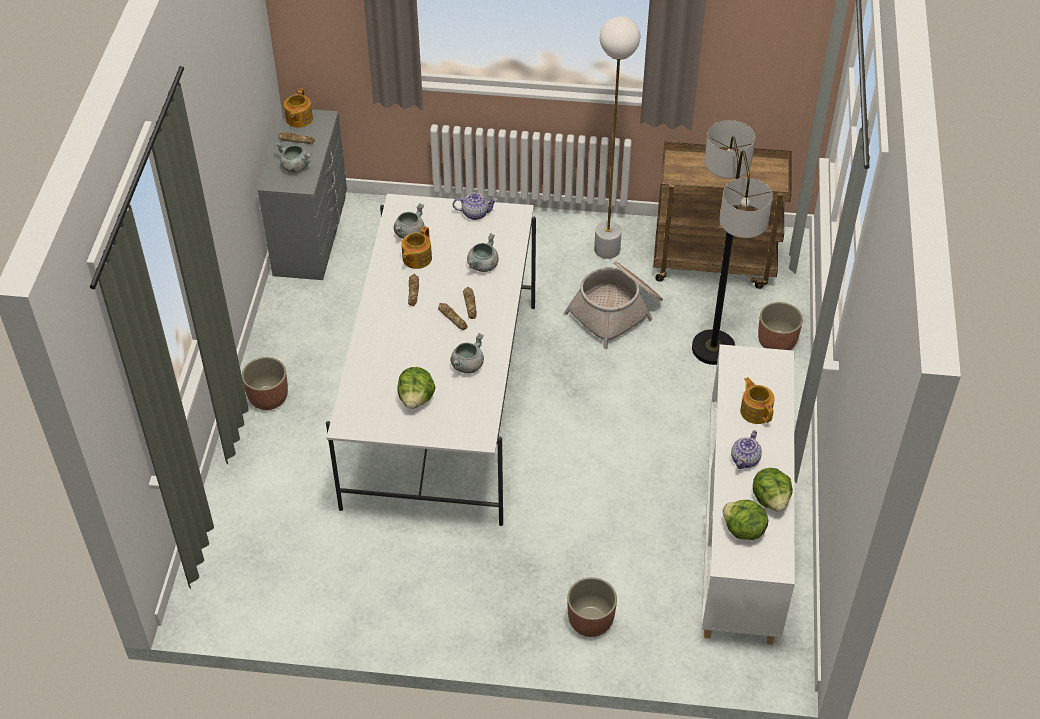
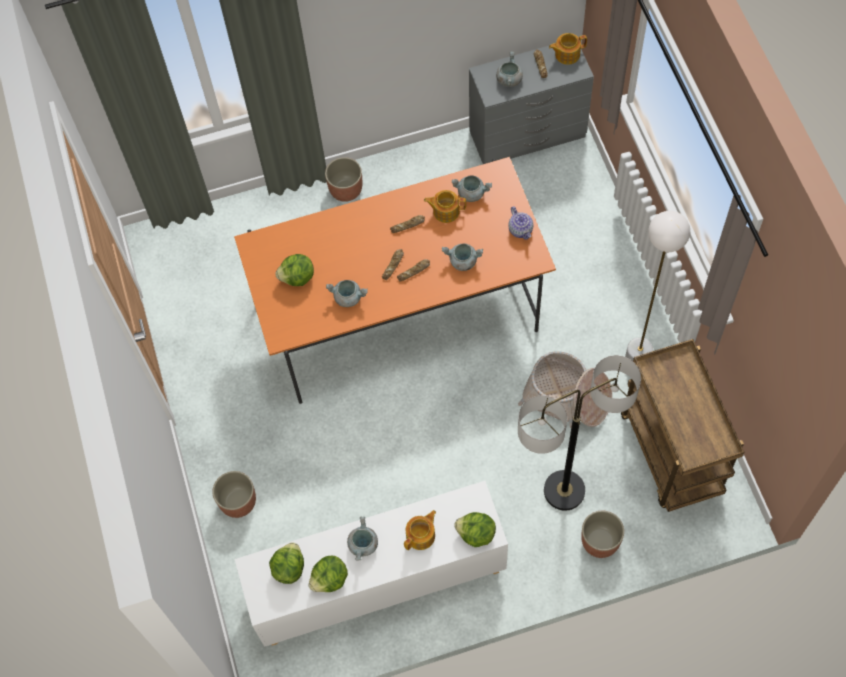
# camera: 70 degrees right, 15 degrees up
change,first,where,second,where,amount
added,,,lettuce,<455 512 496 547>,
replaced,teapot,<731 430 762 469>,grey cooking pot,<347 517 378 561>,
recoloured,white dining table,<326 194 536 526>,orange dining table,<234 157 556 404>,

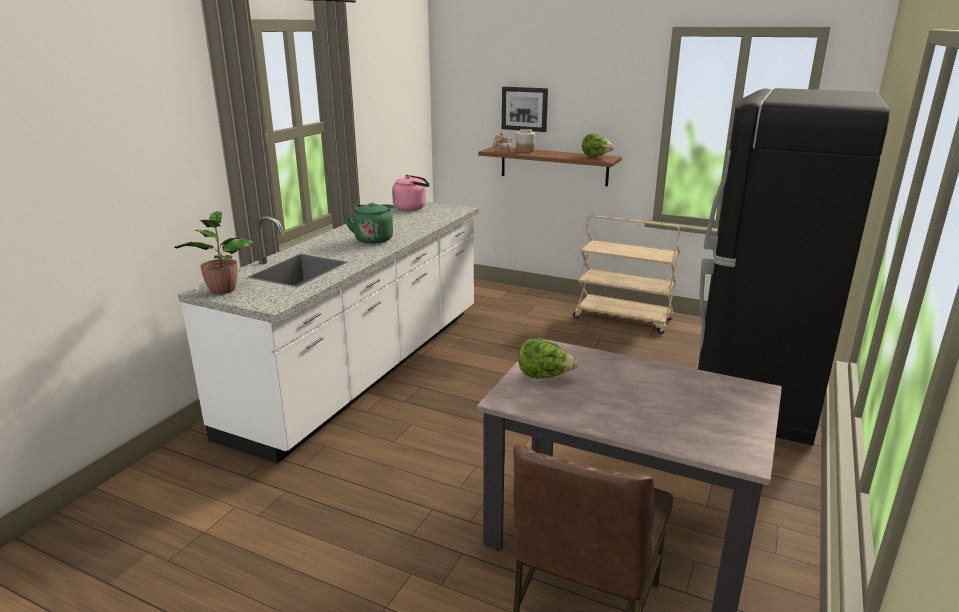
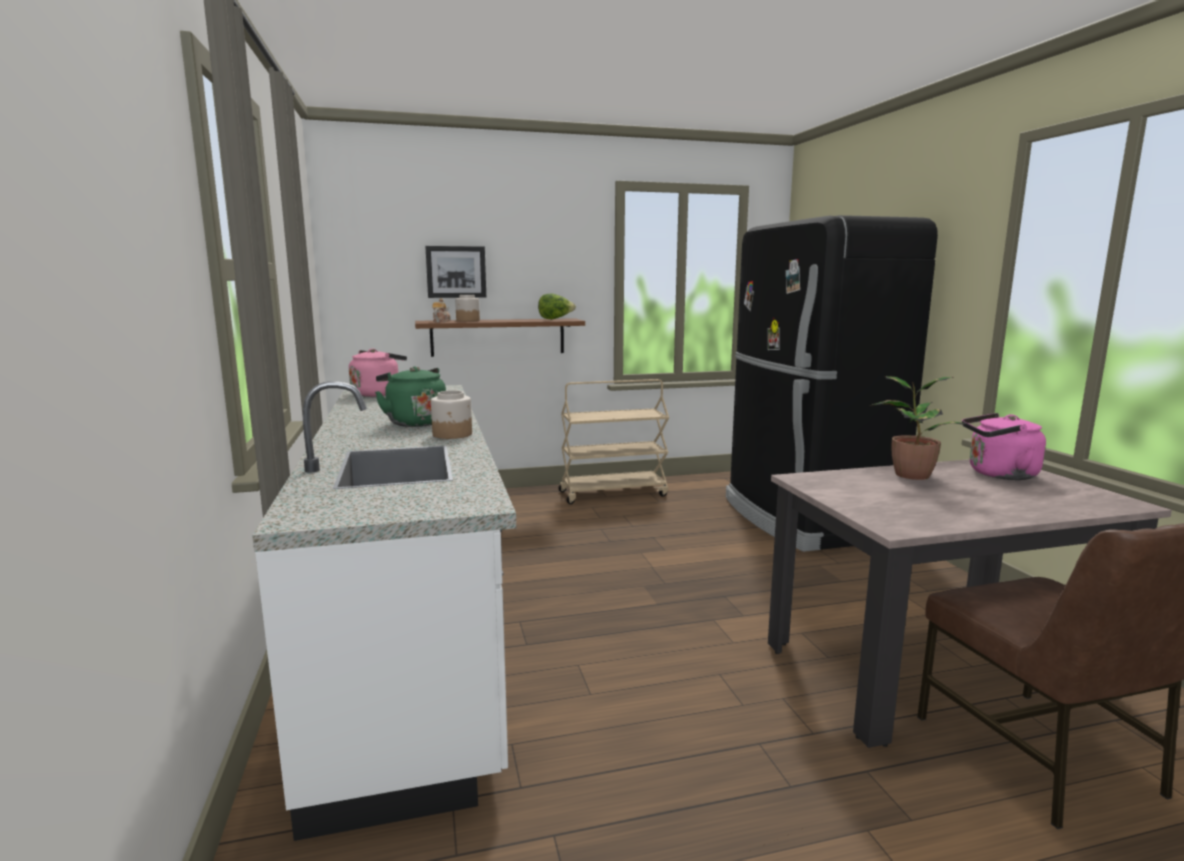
# camera: 40 degrees left, 10 degrees down
change,first,where,second,where,amount
removed,lettuce,<518 338 578 379>,,,
added,,,jar,<431 390 472 439>,
added,,,pink kettle,<962 413 1046 480>,
moved,potted plant,<175 211 254 294>,,<870 376 968 480>,

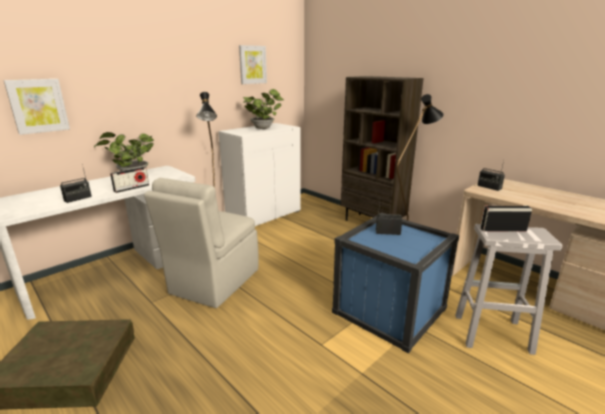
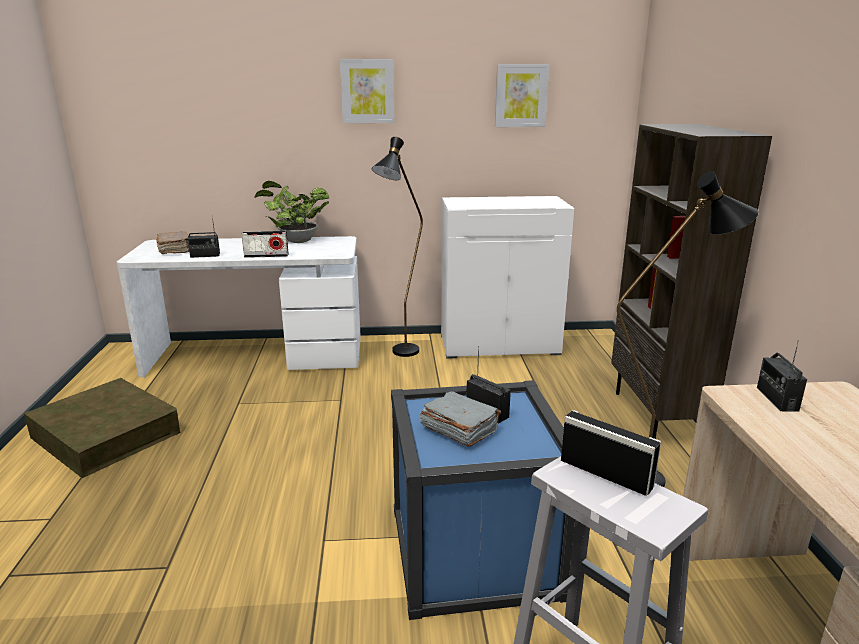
# camera: 40 degrees right, 0 degrees up
change,first,where,second,where,amount
removed,beige chair,<144 178 259 308>,,,
removed,potted plant,<243 89 284 129>,,,
added,,,brown book,<156 231 189 254>,
added,,,grey book,<420 391 501 447>,
moved,picture,<4 79 70 135>,,<340 59 395 123>,

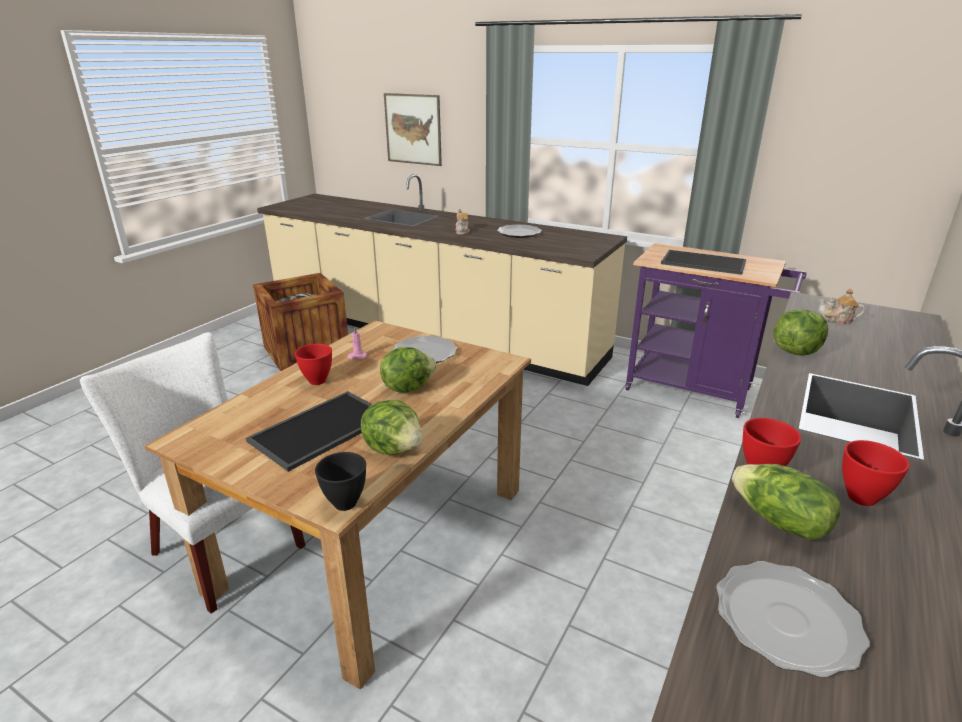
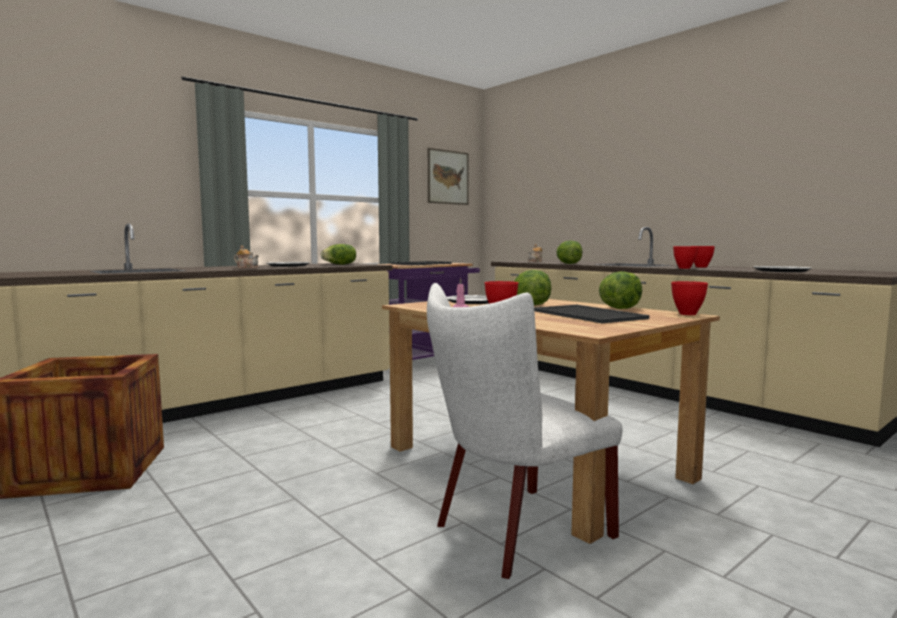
# camera: 70 degrees left, 20 degrees down
change,first,where,second,where,amount
moved,picture,<384 93 442 166>,,<428 148 468 205>,
moved,lettuce,<732 464 840 540>,,<321 244 356 265>,
recoloured,black bowl,<315 452 366 511>,red bowl,<671 281 708 315>,

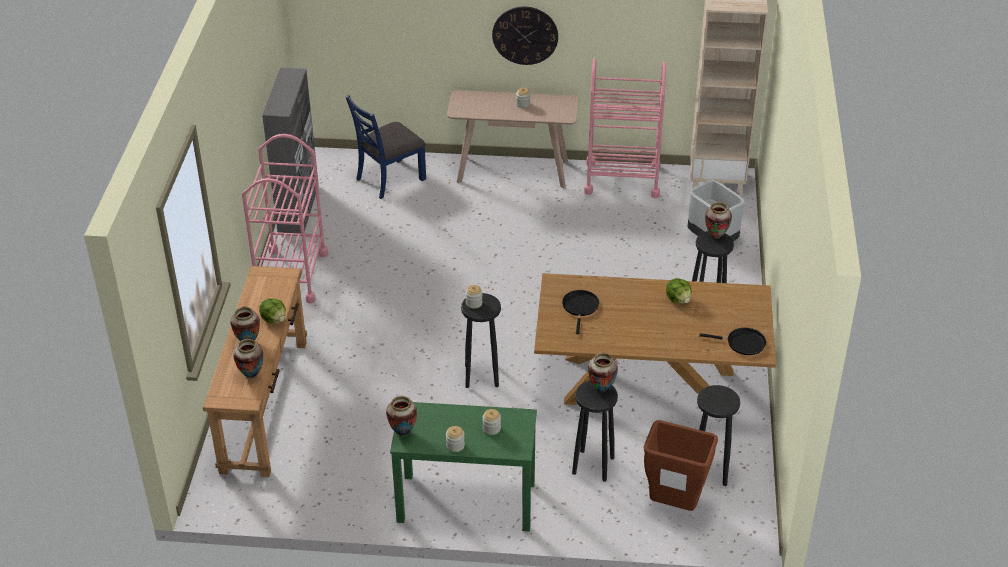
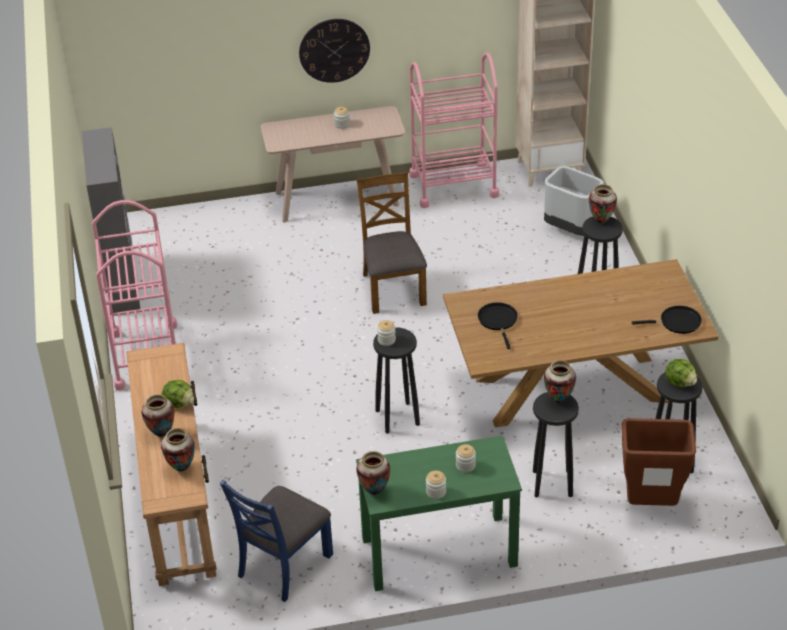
# camera: 15 degrees left, 0 degrees up
change,first,where,second,where,amount
added,,,brown chair,<357 171 427 314>,
moved,blue chair,<346 95 426 199>,,<220 479 333 602>,
moved,lettuce,<666 278 692 304>,,<665 359 697 387>,

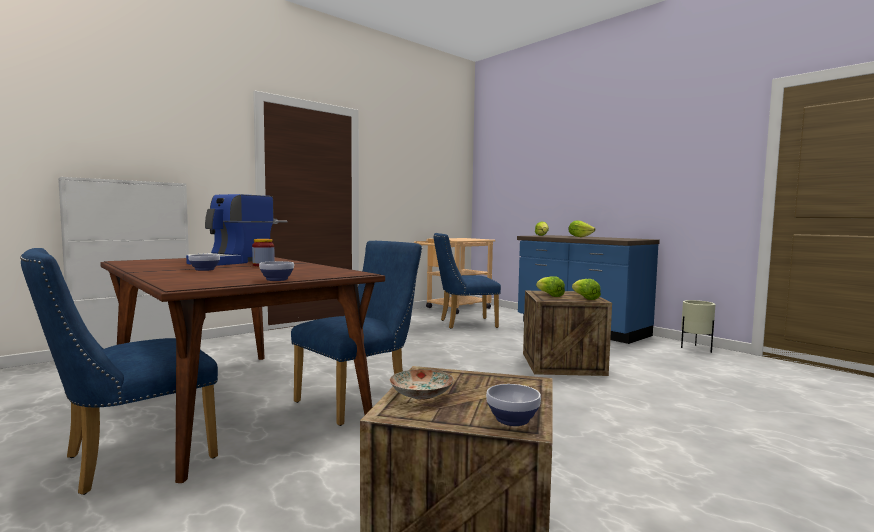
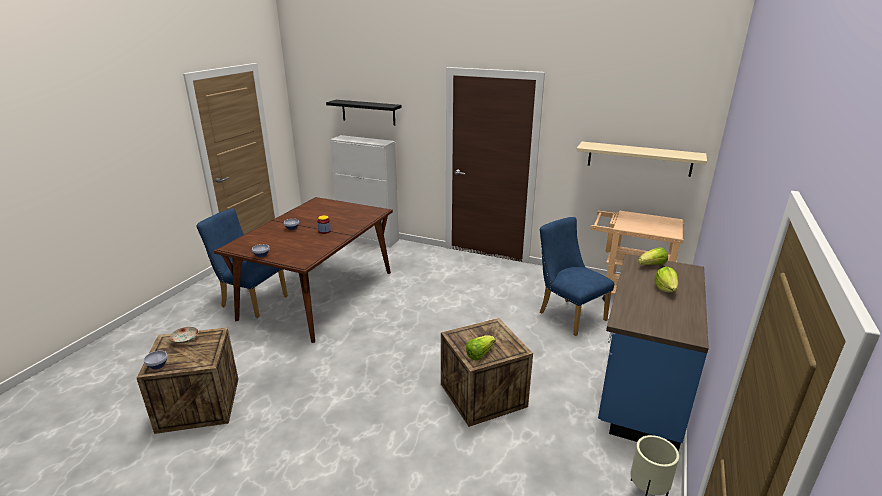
# camera: 65 degrees right, 20 degrees up
change,first,where,second,where,amount
removed,coffee machine,<186 194 274 266>,,,
removed,blue chair,<291 241 422 426>,,,
removed,lettuce,<536 276 565 297>,,,
added,,,black shelf,<326 100 402 125>,
added,,,beige shelf,<576 142 707 177>,

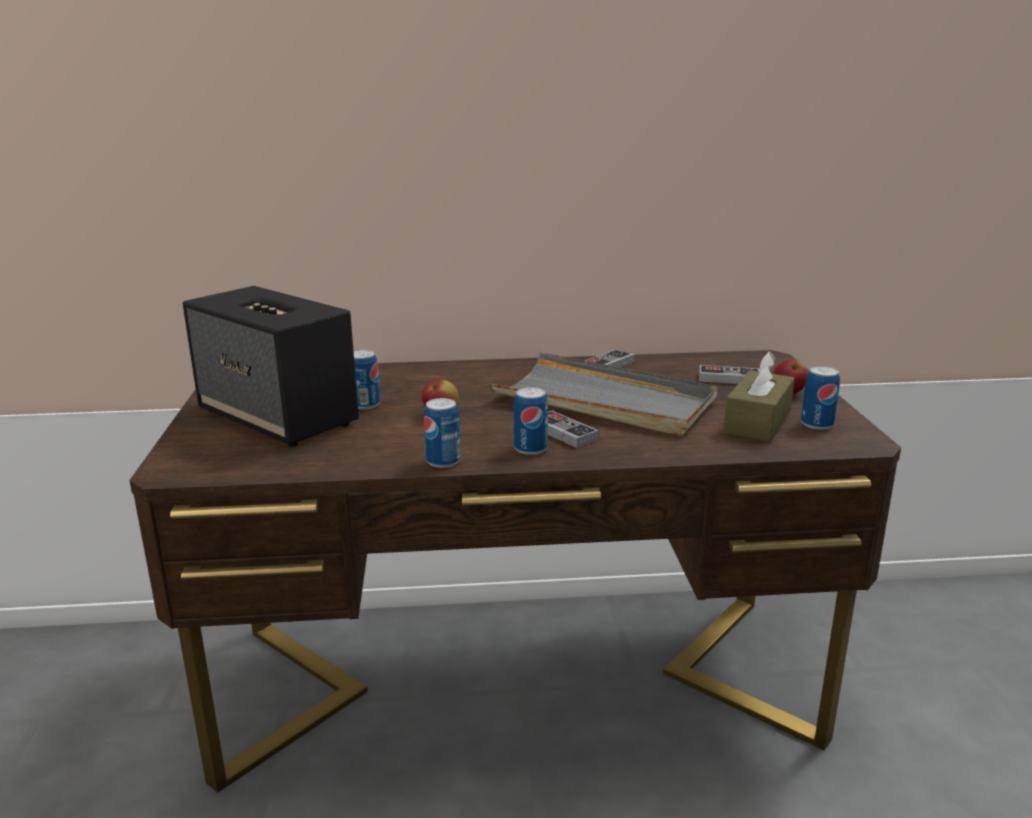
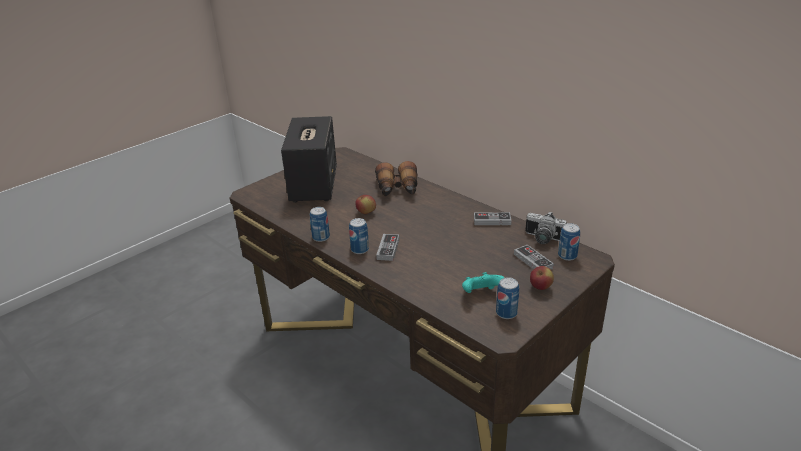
# camera: 50 degrees right, 10 degrees up
change,first,where,second,where,amount
removed,grey tray,<489 352 718 436>,,,
added,,,binoculars,<375 161 417 196>,
added,,,photo camera,<525 211 567 244>,
moved,can,<354 350 380 410>,,<558 223 580 261>,
replaced,brown tissue box,<723 351 795 442>,turquoise game controller,<462 272 504 293>,

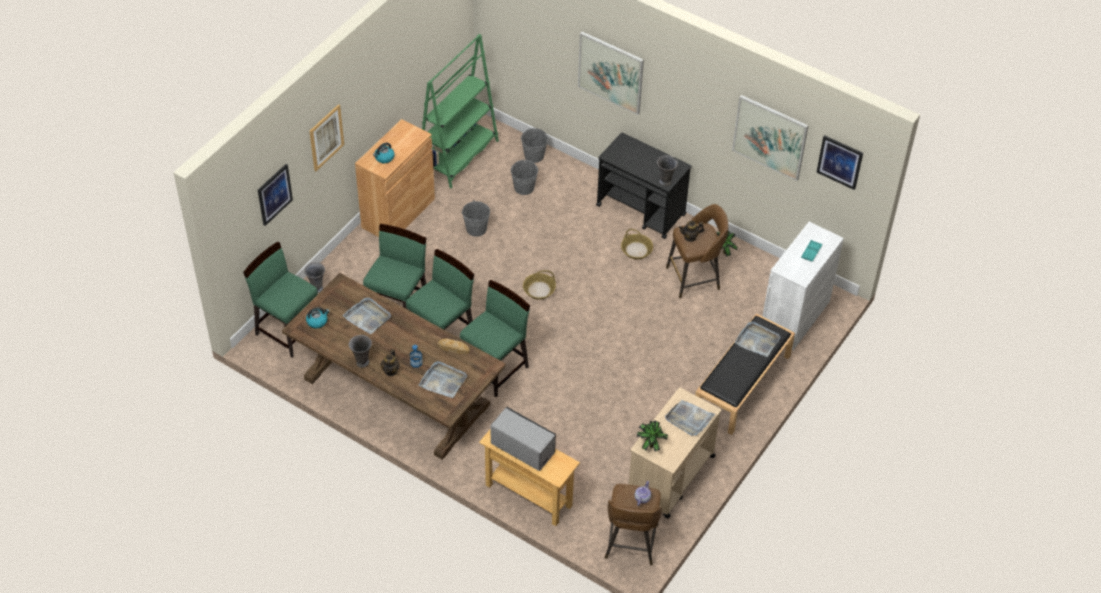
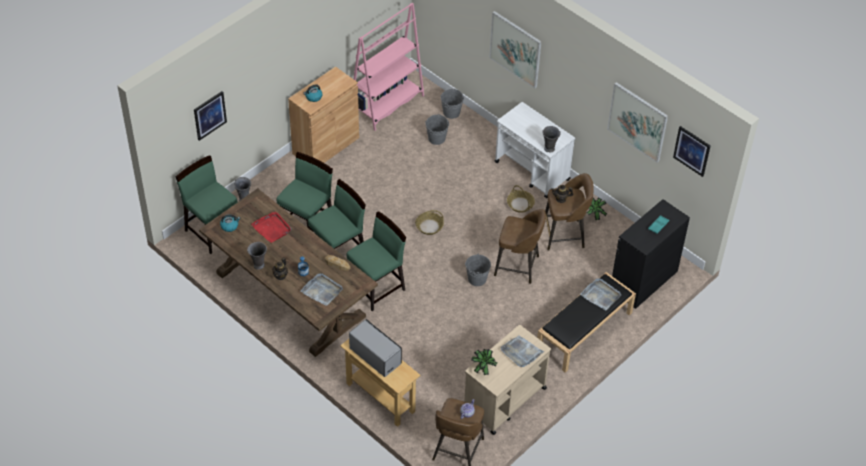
# camera: 10 degrees right, 0 degrees up
change,first,where,second,where,amount
removed,picture,<309 104 344 171>,,,
added,,,brown stool,<494 209 546 284>,
moved,grey bucket,<462 200 490 237>,,<465 254 491 286>,
recoloured,grey tray,<343 297 391 334>,red tray,<251 212 291 243>,
recoloured,green bookcase,<422 34 499 189>,pink bookcase,<354 3 424 131>,
recoloured,black cart,<596 132 691 239>,white cart,<494 102 575 198>,
recoloured,white cabinet,<763 222 844 350>,black cabinet,<612 199 690 309>,

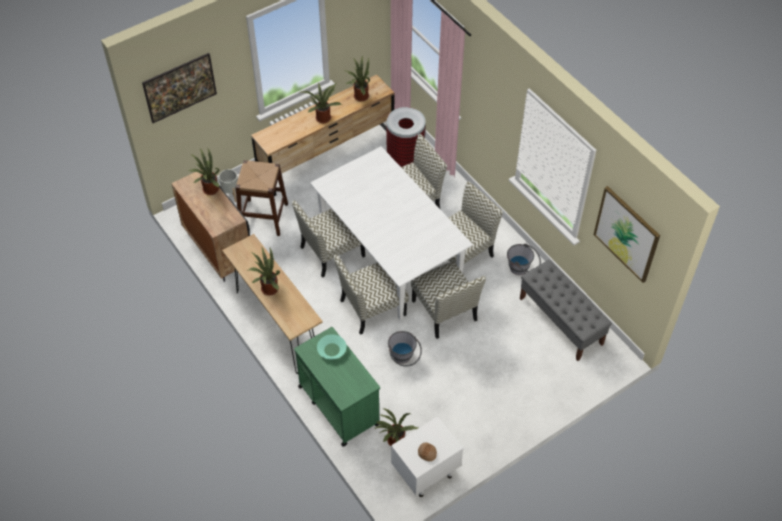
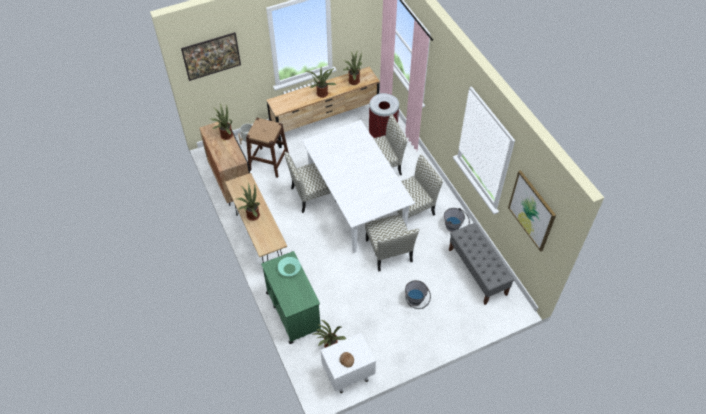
# camera: 10 degrees right, 0 degrees up
change,first,where,second,where,amount
removed,chair,<334 255 409 335>,,,
moved,grey bucket,<388 331 422 367>,,<405 280 431 309>,

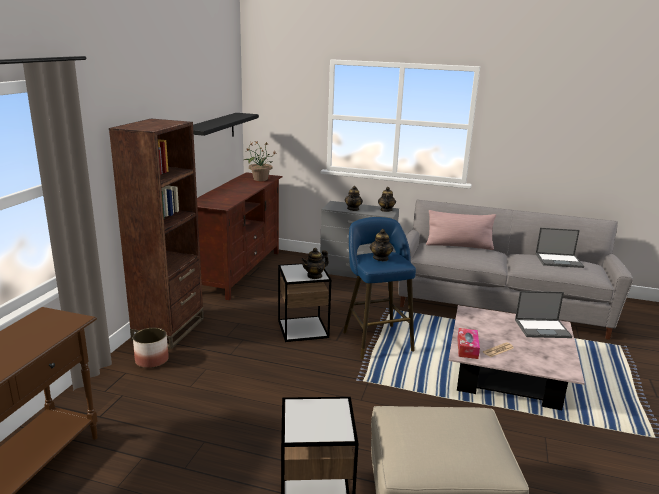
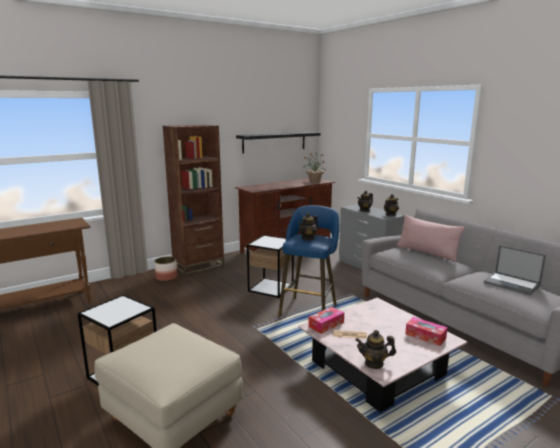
# camera: 40 degrees right, 5 degrees down
change,first,where,second,where,amount
moved,teapot,<301 248 329 279>,,<355 330 396 369>,
replaced,laptop,<515 291 572 338>,tissue box,<405 317 448 346>,

